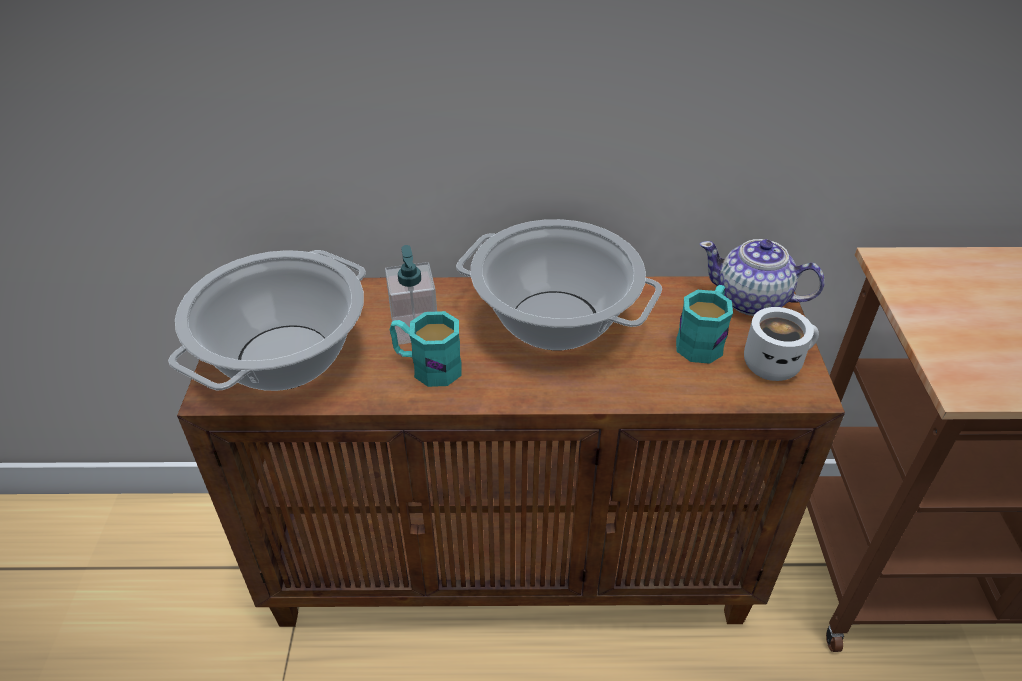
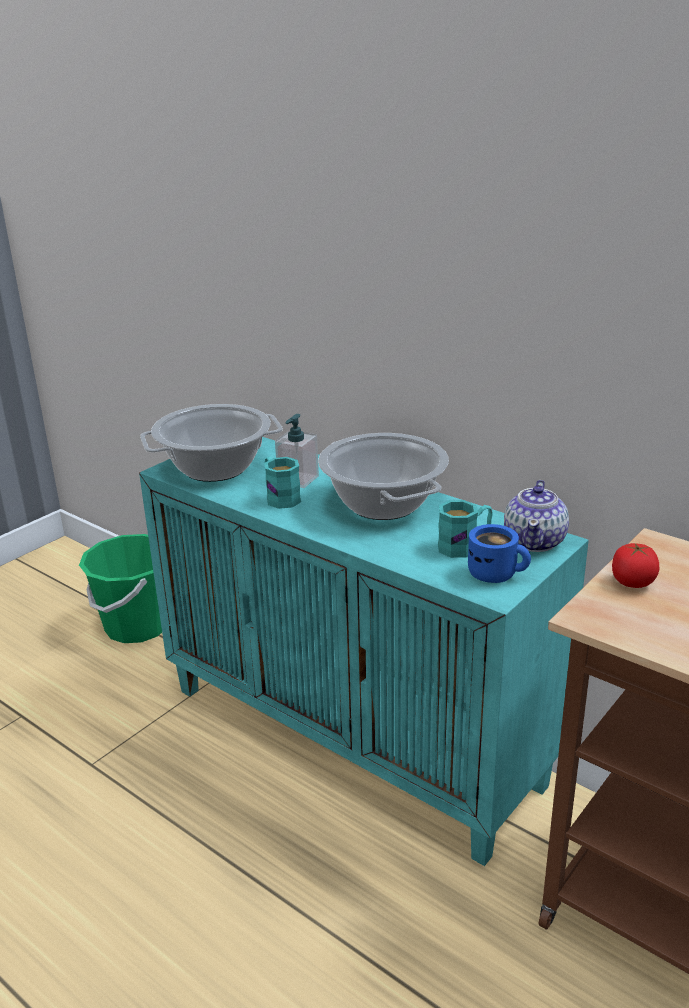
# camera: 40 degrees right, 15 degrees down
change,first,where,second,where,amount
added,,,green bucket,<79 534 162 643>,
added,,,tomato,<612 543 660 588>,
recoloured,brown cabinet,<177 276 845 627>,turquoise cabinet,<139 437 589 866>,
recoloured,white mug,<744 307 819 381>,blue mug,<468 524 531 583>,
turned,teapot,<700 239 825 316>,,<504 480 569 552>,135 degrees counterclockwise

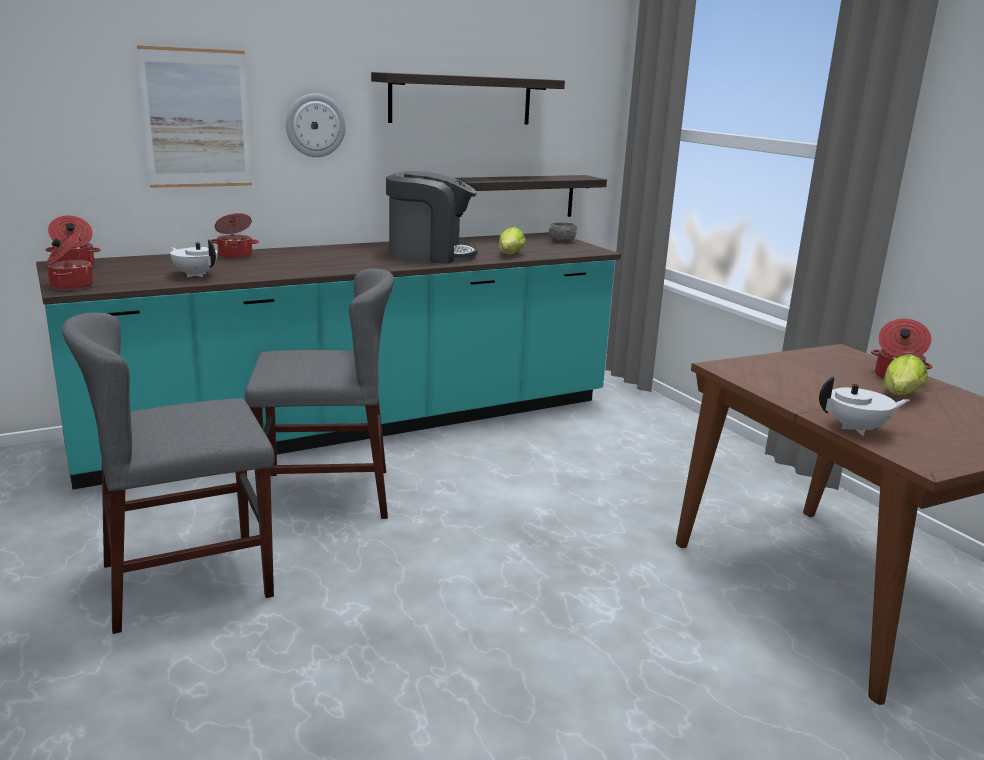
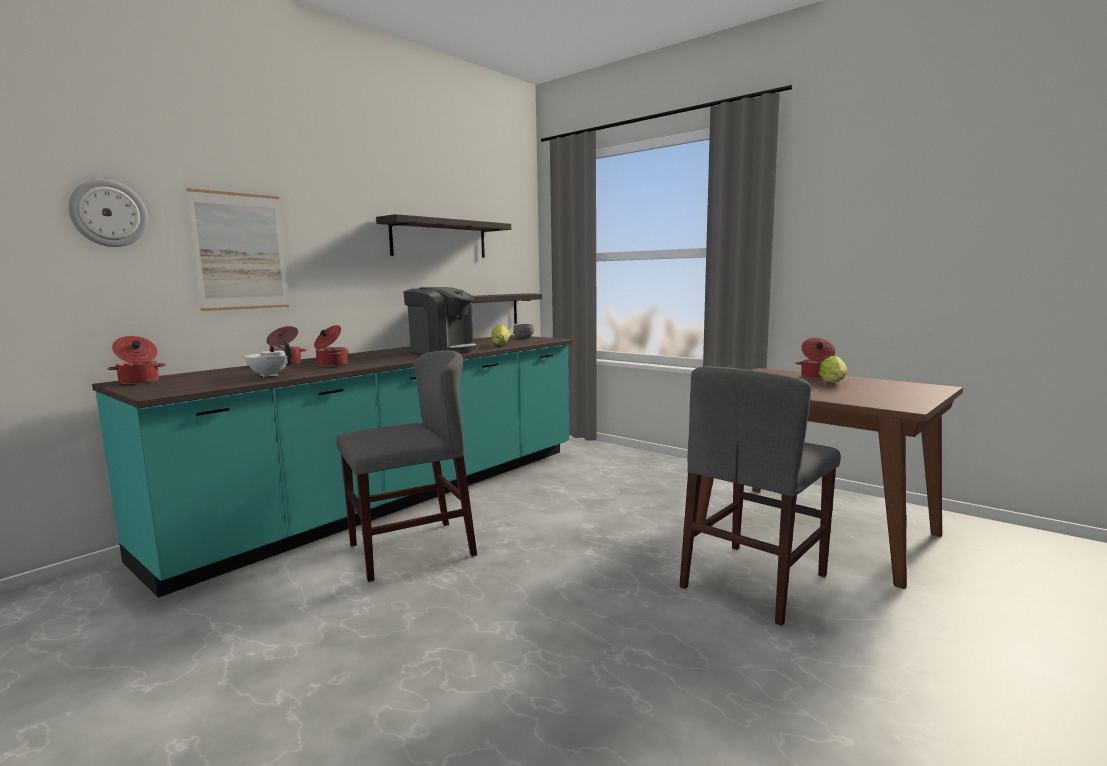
# camera: 20 degrees left, 10 degrees down
change,first,where,second,where,amount
removed,white teapot,<819 376 910 436>,,,
moved,cooking pot,<47 232 94 290>,,<314 325 348 367>,
moved,grey chair,<62 313 275 634>,,<679 366 841 626>,
moved,wall clock,<286 94 346 157>,,<68 179 148 247>,
turned,coffee machine,<386 171 478 264>,,<404 287 479 353>,45 degrees clockwise

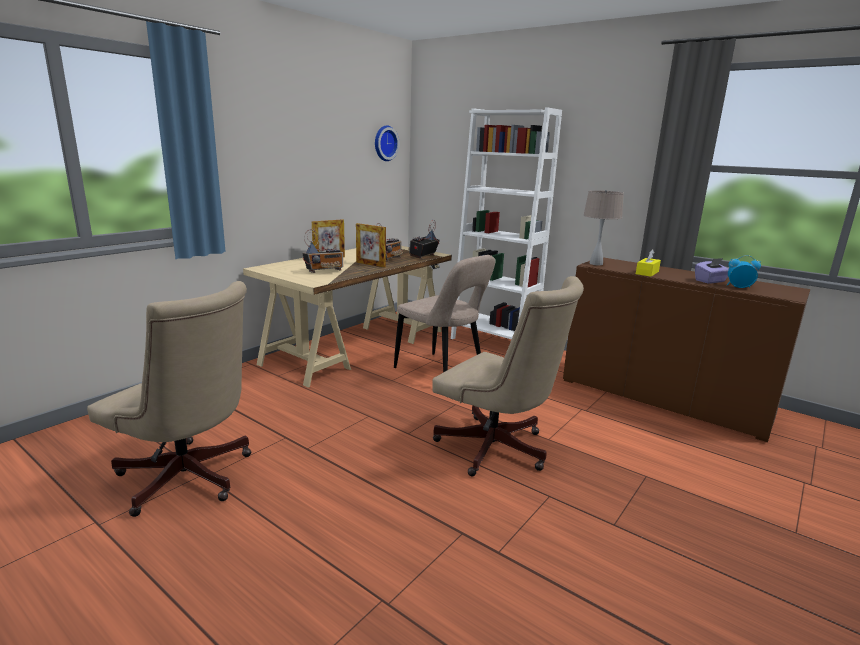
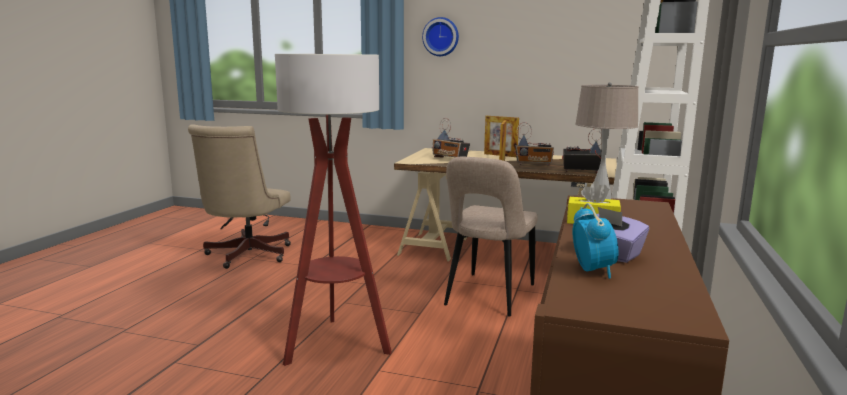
# camera: 70 degrees right, 5 degrees down
change,first,where,second,where,amount
moved,wall clock,<375 125 399 161>,,<422 17 459 56>,
replaced,beige office chair,<432 276 584 476>,floor lamp,<275 54 392 366>,

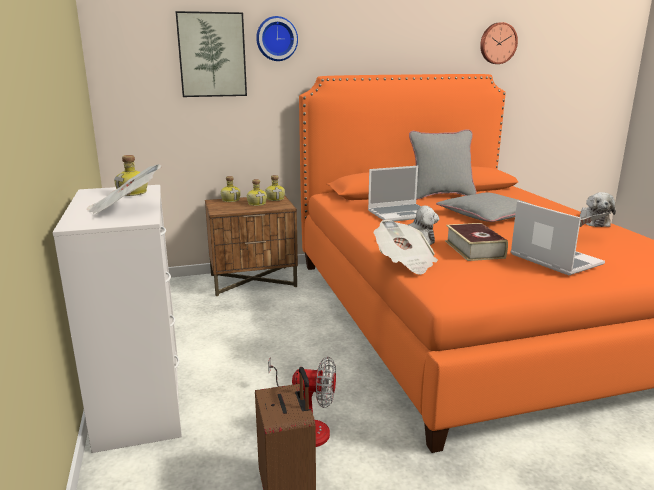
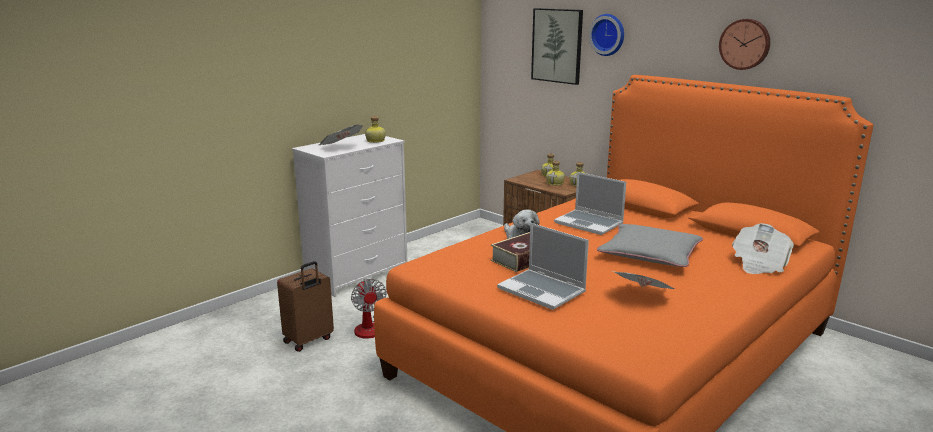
# camera: 60 degrees right, 0 degrees up
change,first,where,second,where,amount
removed,grey pillow,<409 129 476 199>,,,
removed,plush toy,<580 192 616 227>,,,
moved,newspaper,<374 220 438 275>,,<732 223 794 274>,
moved,wall clock,<480 22 518 64>,,<719 19 770 70>,
turned,laptop,<510 201 605 275>,,<497 223 589 310>,105 degrees clockwise

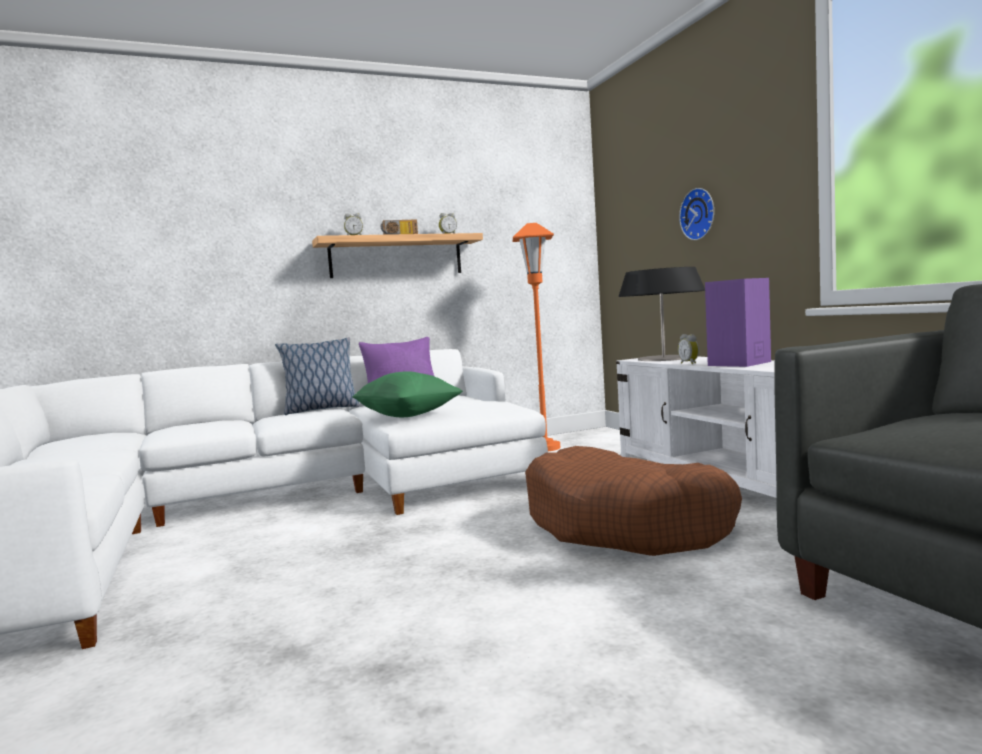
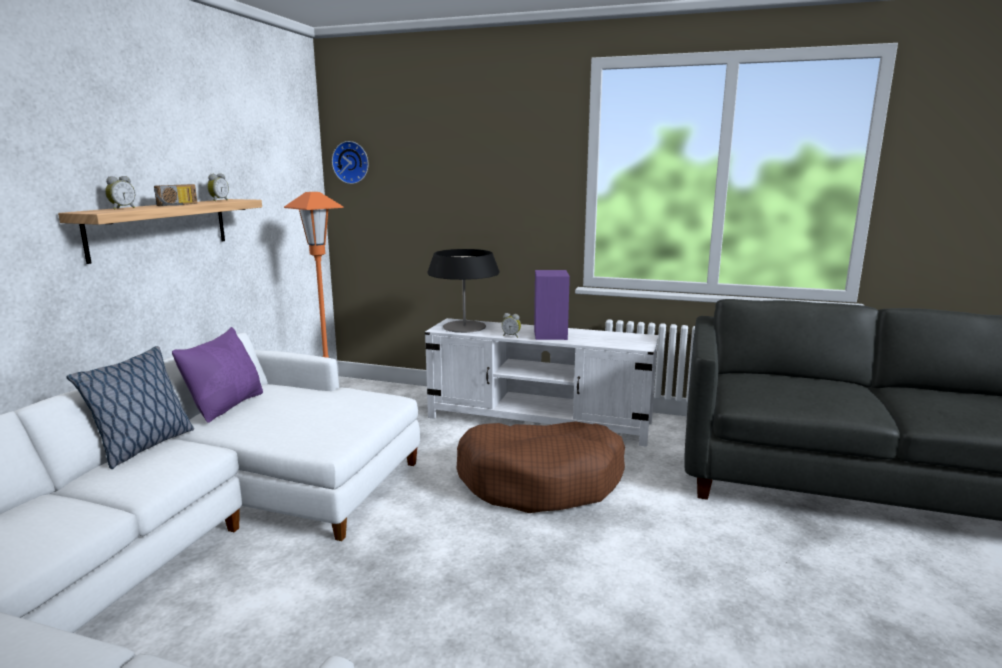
# camera: 50 degrees left, 10 degrees up
change,first,where,second,where,amount
removed,green pillow,<352 371 463 417>,,,
moved,wall clock,<679 188 714 240>,,<332 141 369 184>,

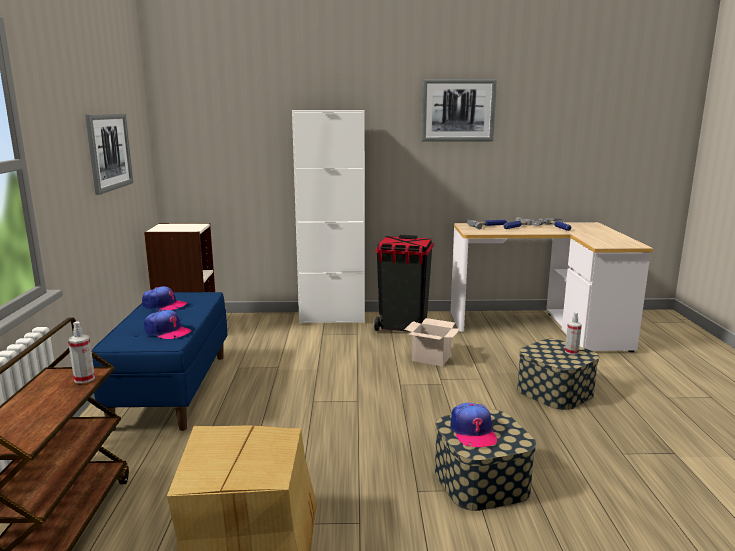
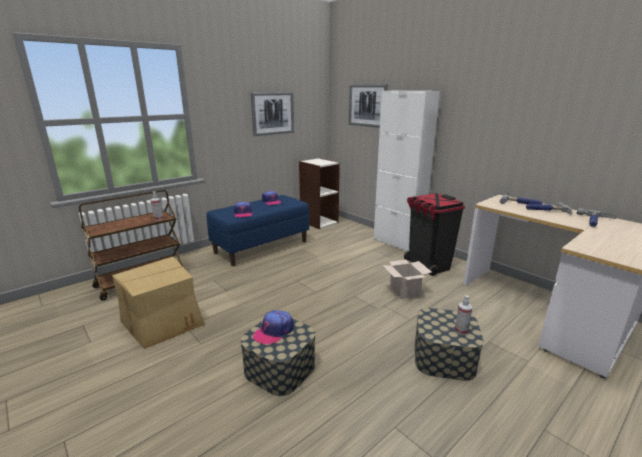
# camera: 50 degrees right, 5 degrees up
change,first,where,second,where,amount
moved,picture,<421 79 497 141>,,<349 84 388 128>,

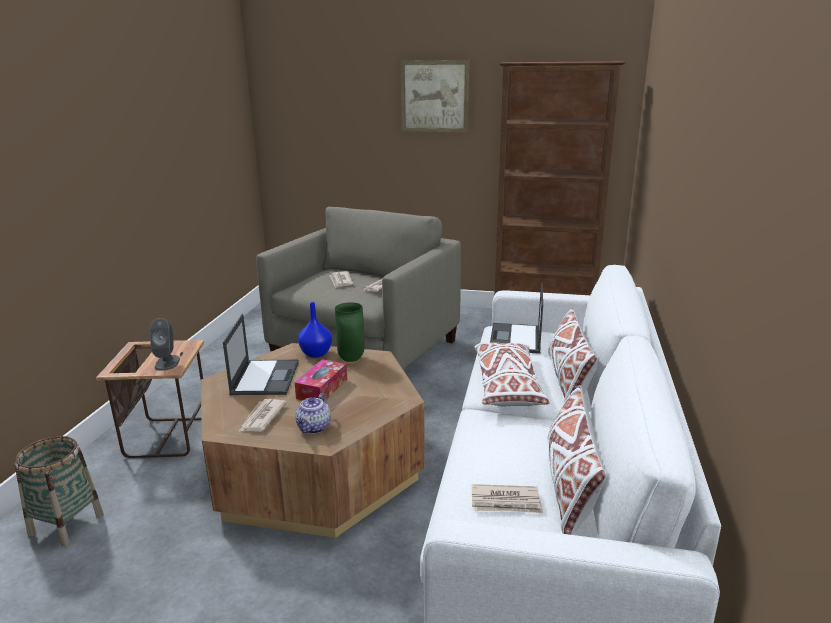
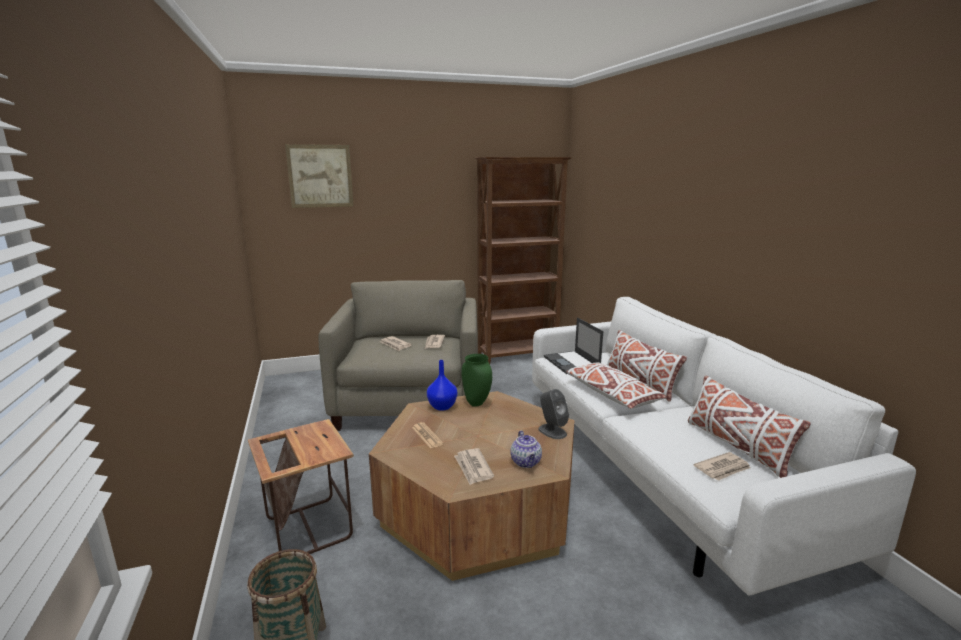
# camera: 30 degrees left, 5 degrees down
change,first,where,second,where,amount
removed,tissue box,<295 359 347 402>,,,
moved,grey speaker,<150 318 180 371>,,<538 389 569 439>,
moved,picture,<401 60 470 133>,,<285 144 354 208>,
replaced,laptop,<223 314 299 395>,newspaper,<412 422 444 449>,

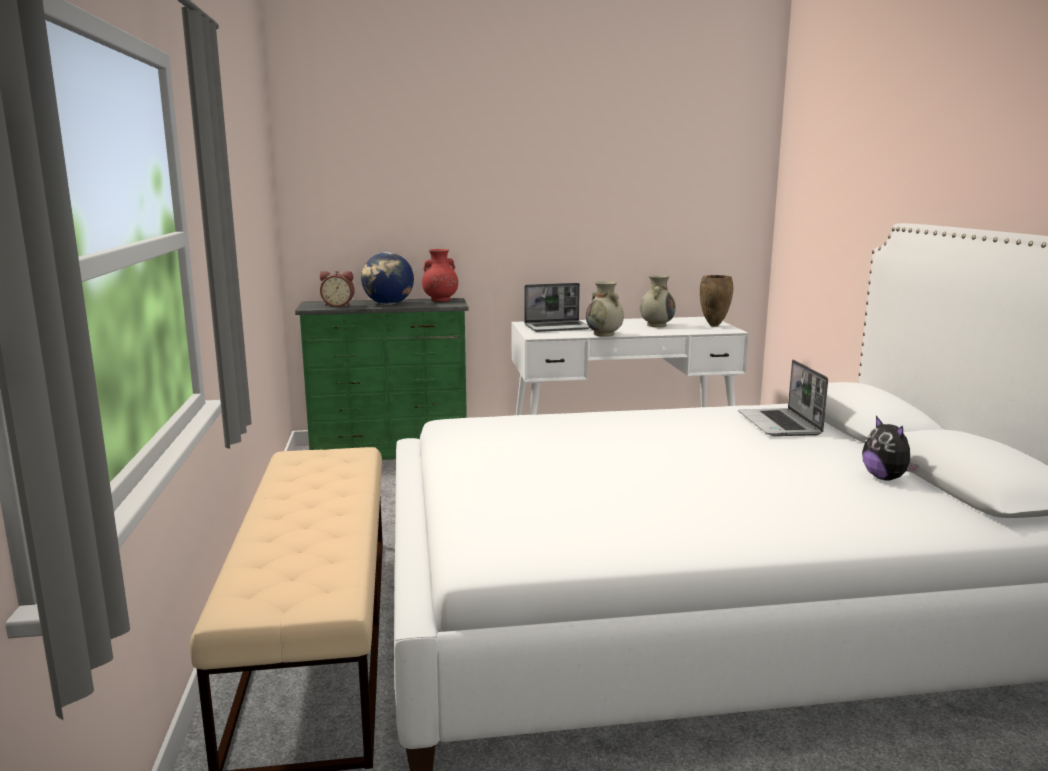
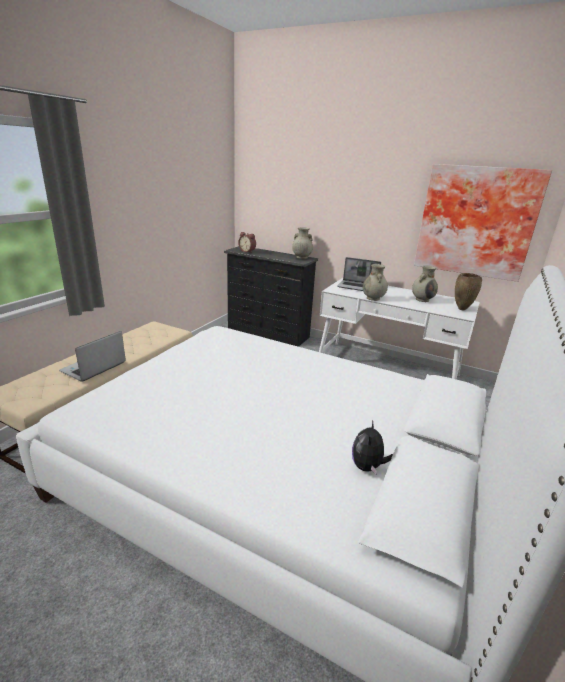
# camera: 35 degrees right, 10 degrees up
change,first,where,second,where,amount
removed,globe,<361 252 414 305>,,,
added,,,picture,<414 164 552 282>,
moved,laptop,<738 360 828 436>,,<59 331 126 382>,
recoloured,green dresser,<295 298 469 460>,black dresser,<224 246 318 347>,
recoloured,red vase,<422 249 458 302>,beige vase,<292 227 313 259>,

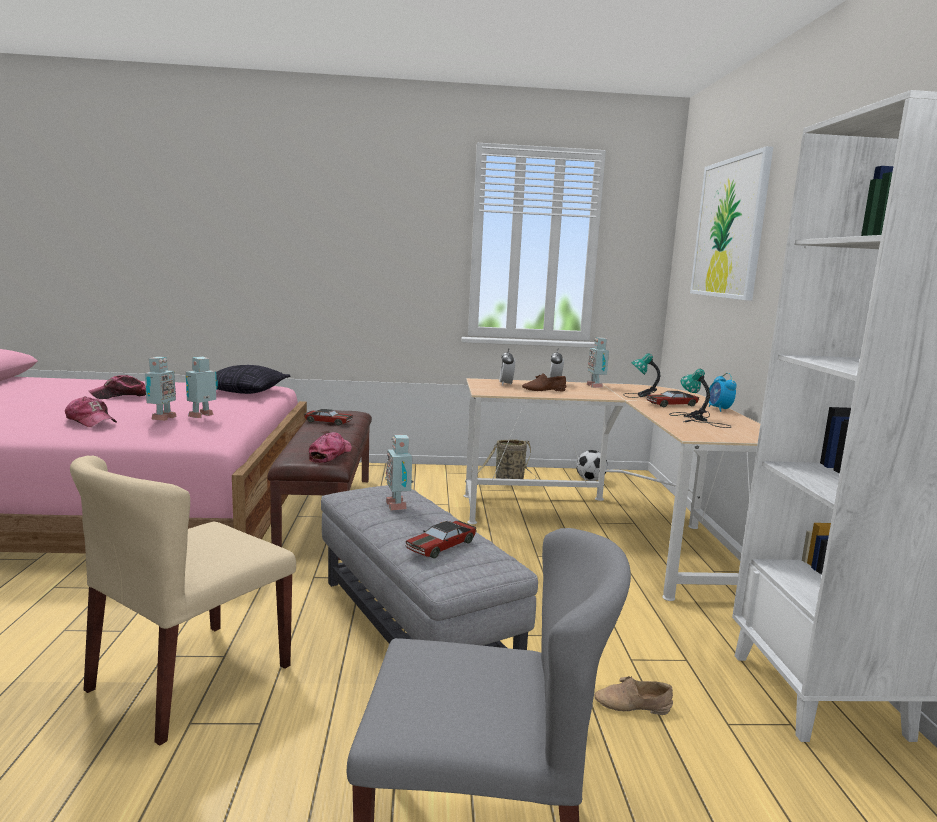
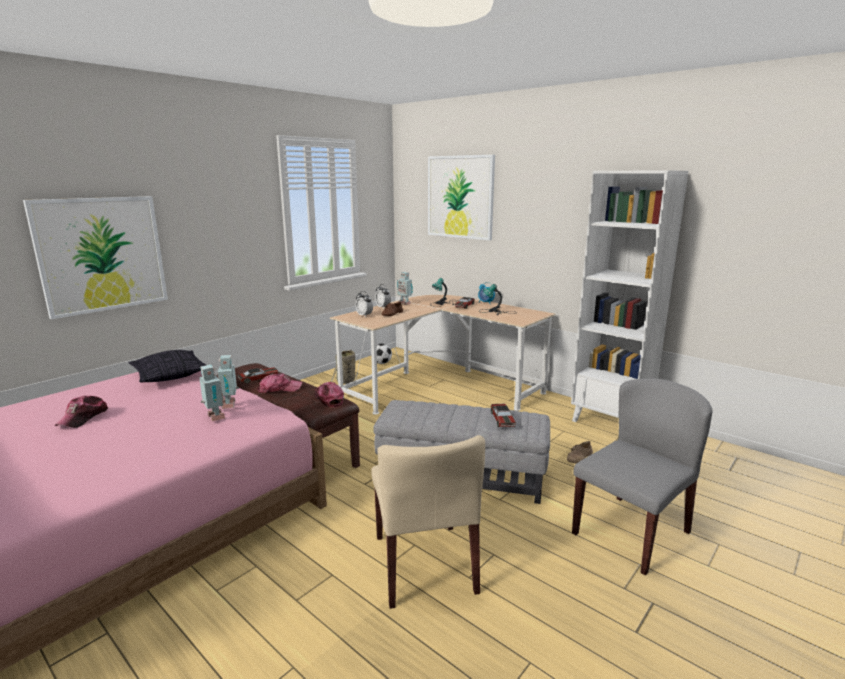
# camera: 45 degrees left, 5 degrees up
change,first,where,second,where,amount
removed,toy robot,<385 435 413 511>,,,
added,,,picture,<23 196 168 320>,
moved,cap,<65 396 117 427>,,<257 373 302 393>,

